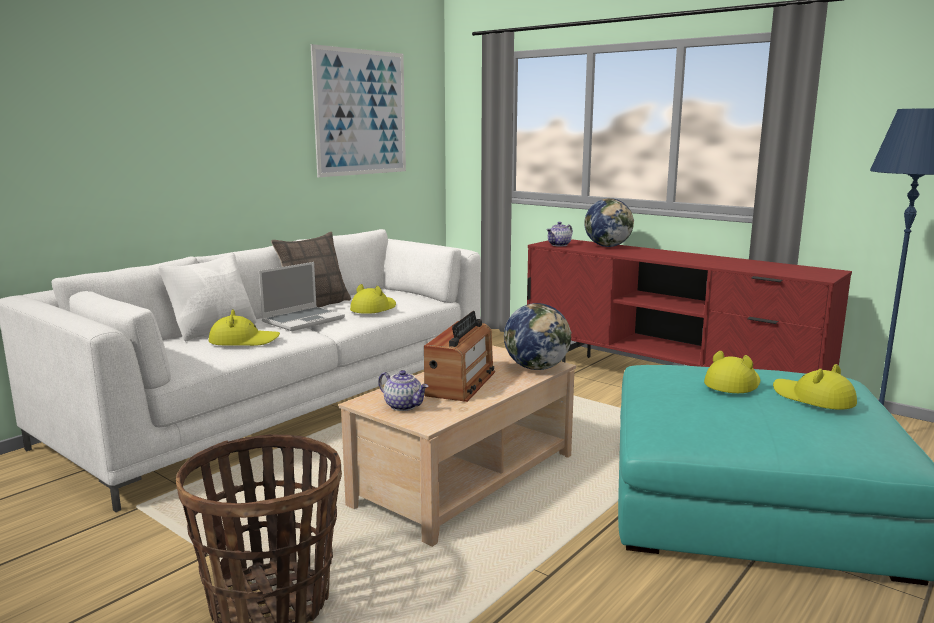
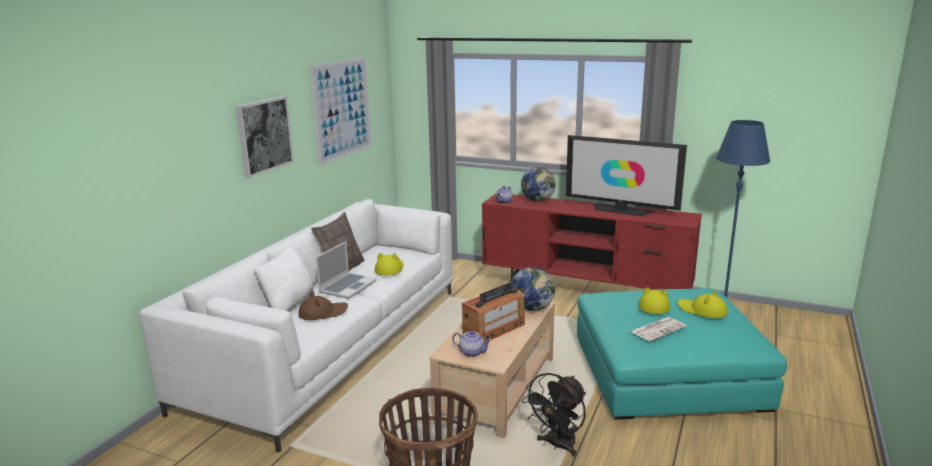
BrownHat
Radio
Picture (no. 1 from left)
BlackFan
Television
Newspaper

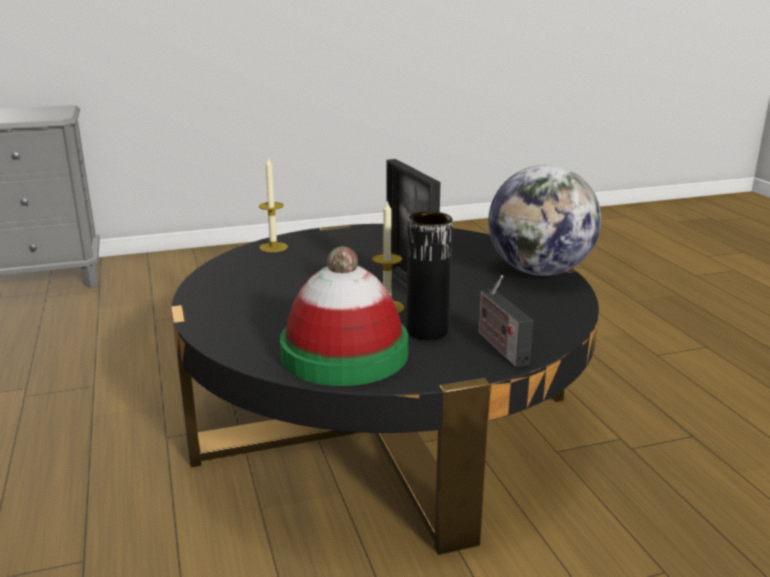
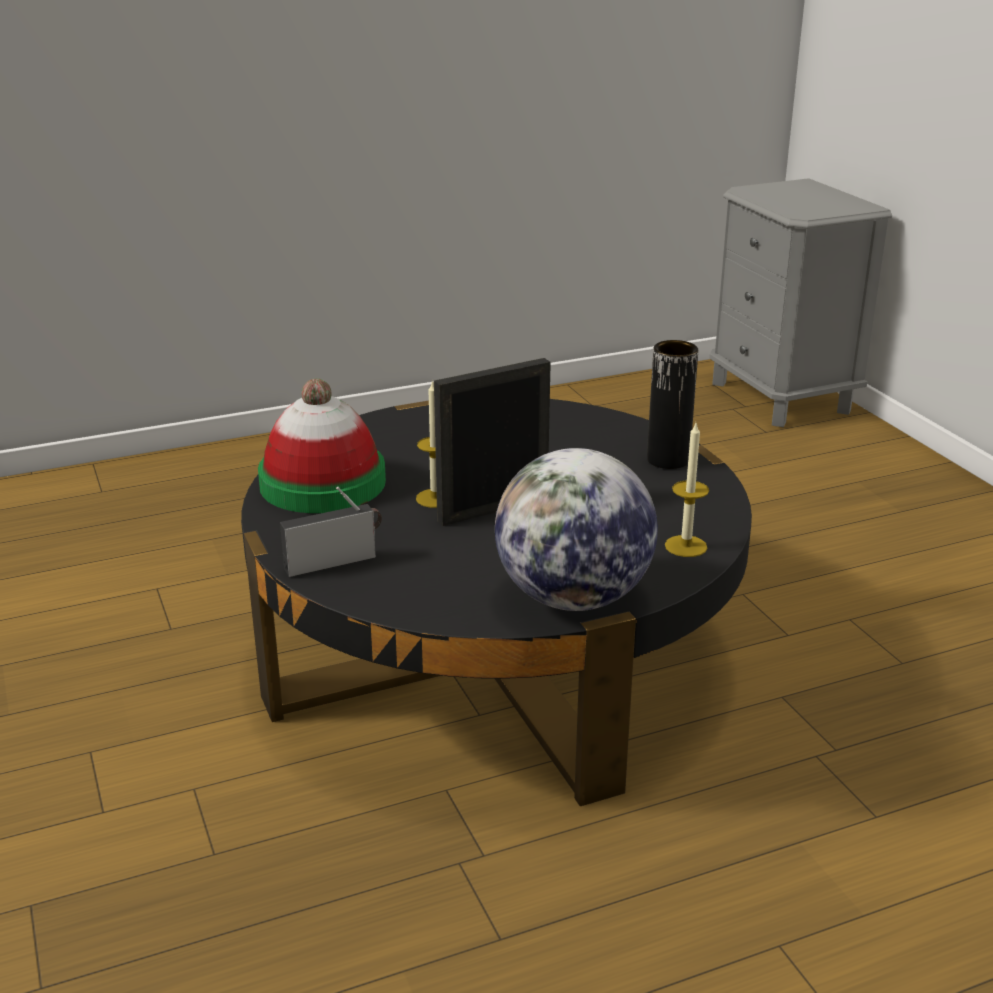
Candle (no. 2 from left)
BlackVase

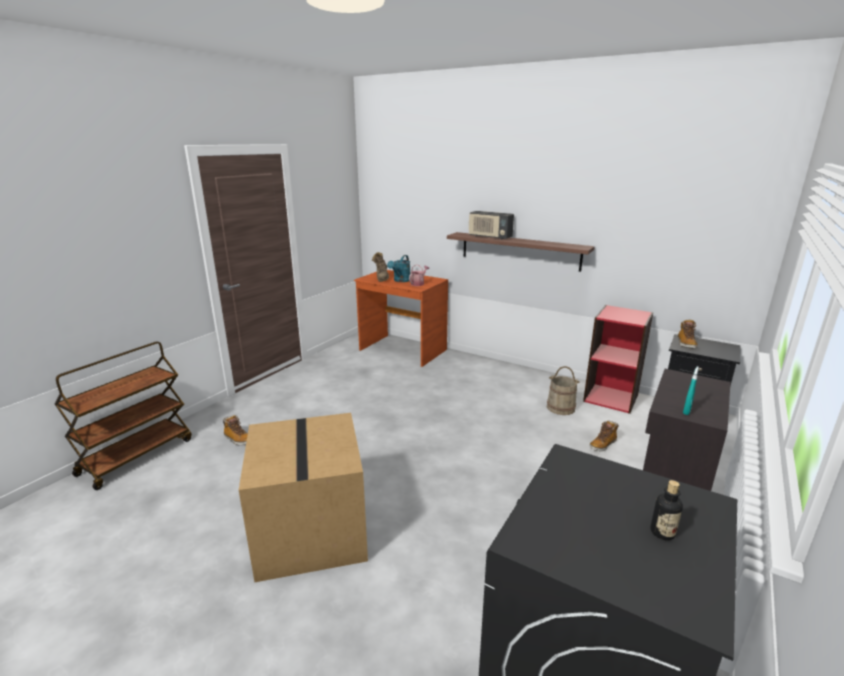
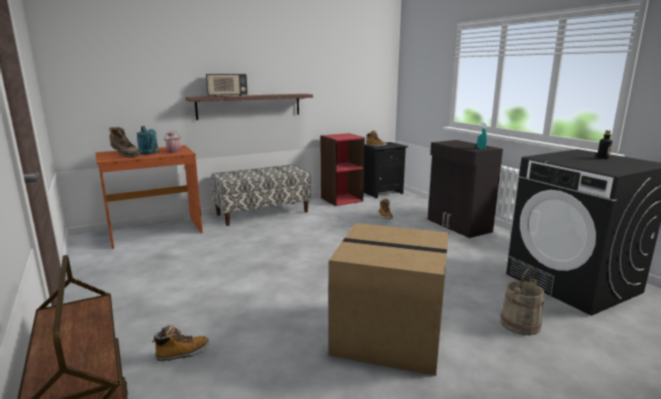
BeigeBucket
Bench

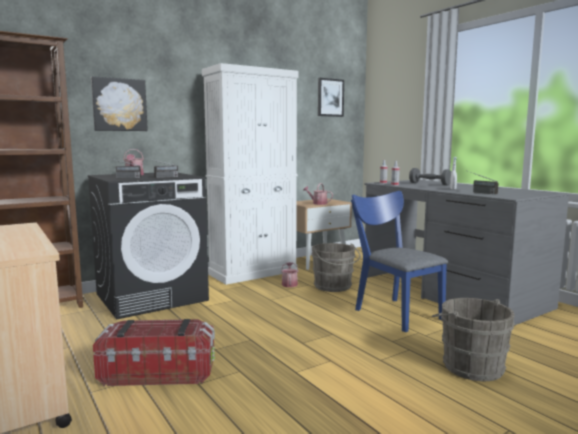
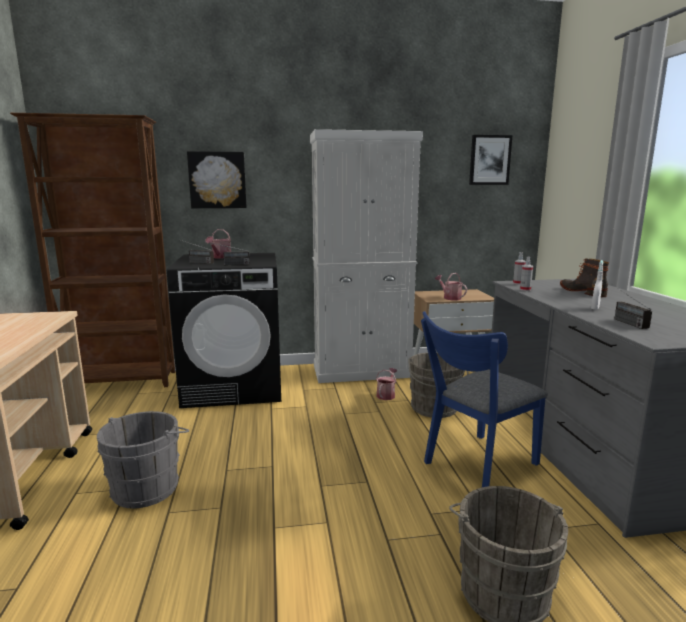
GreyBucket (no. 1 from left)
BlueChair
Boot

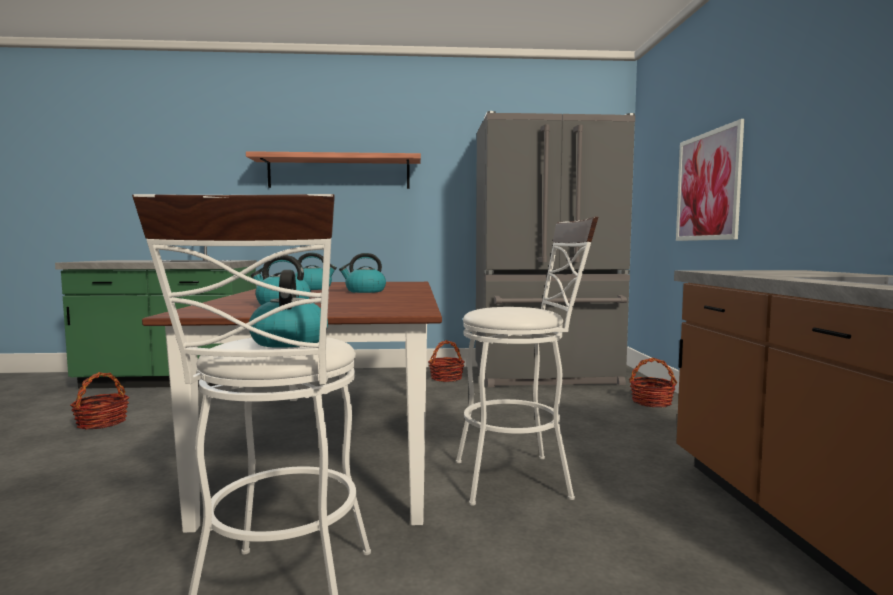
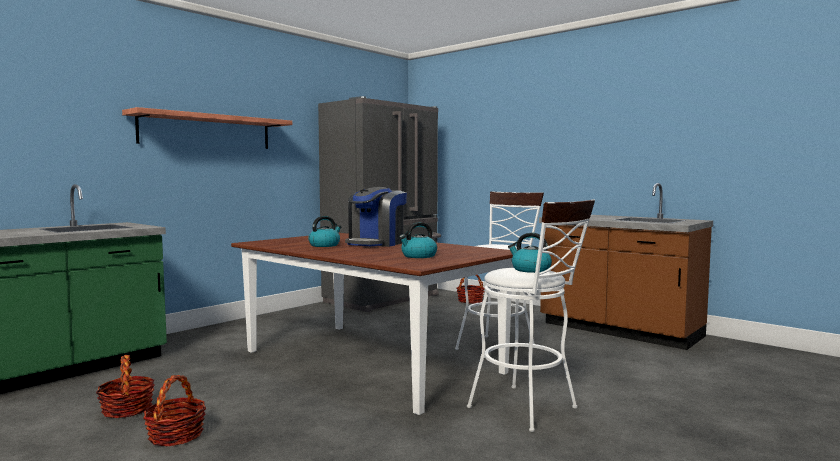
CoffeeMachine
Basket (no. 2 from left)
Picture

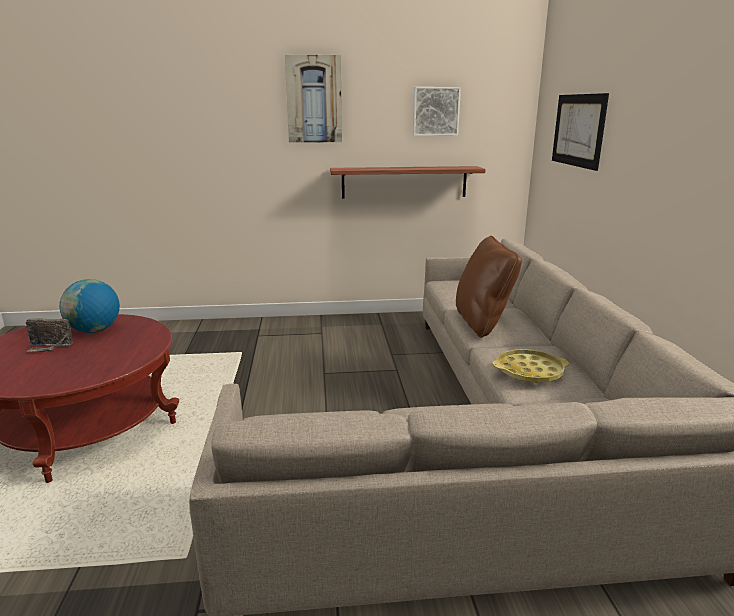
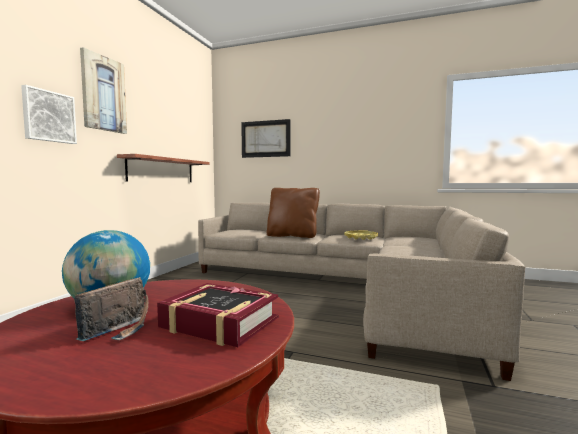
Picture (no. 1 from left)
Book

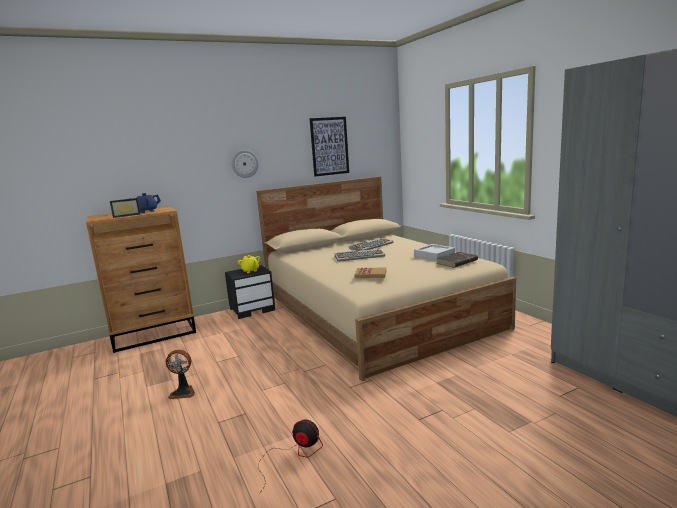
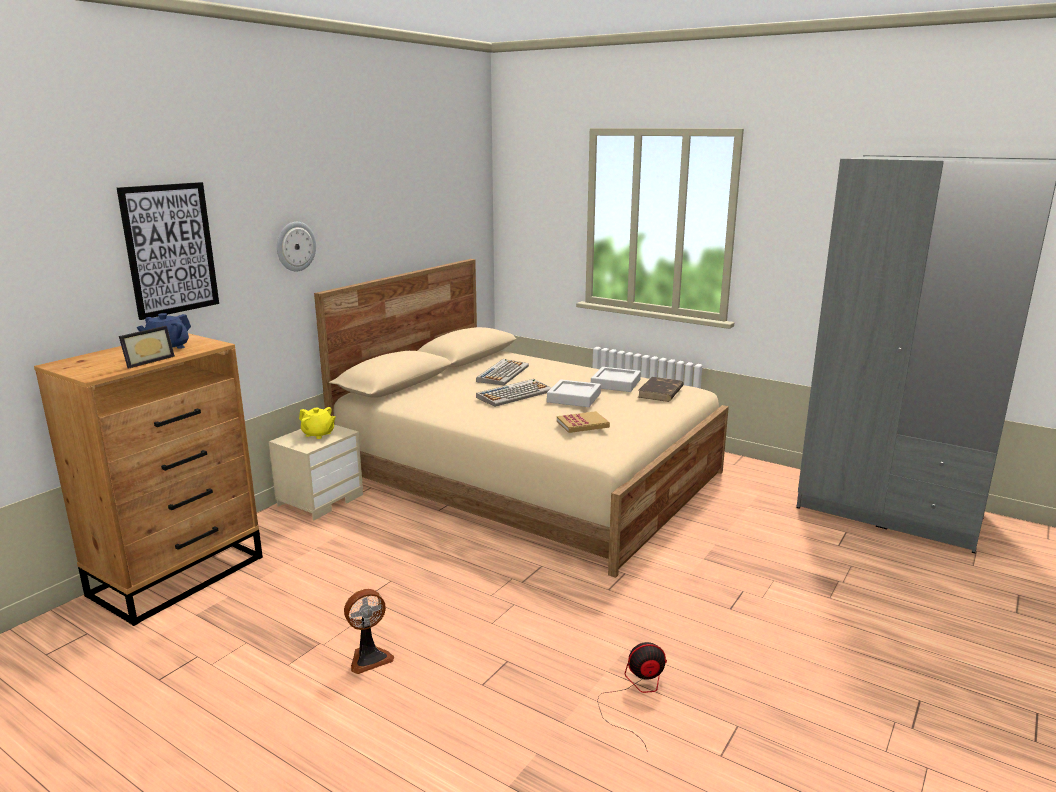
BeigeNightstand
Picture
GreyTray (no. 1 from left)

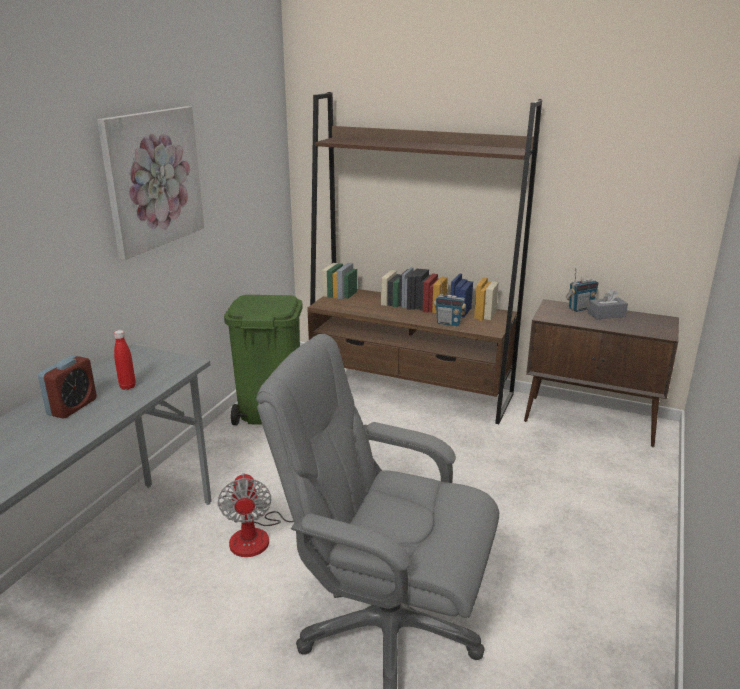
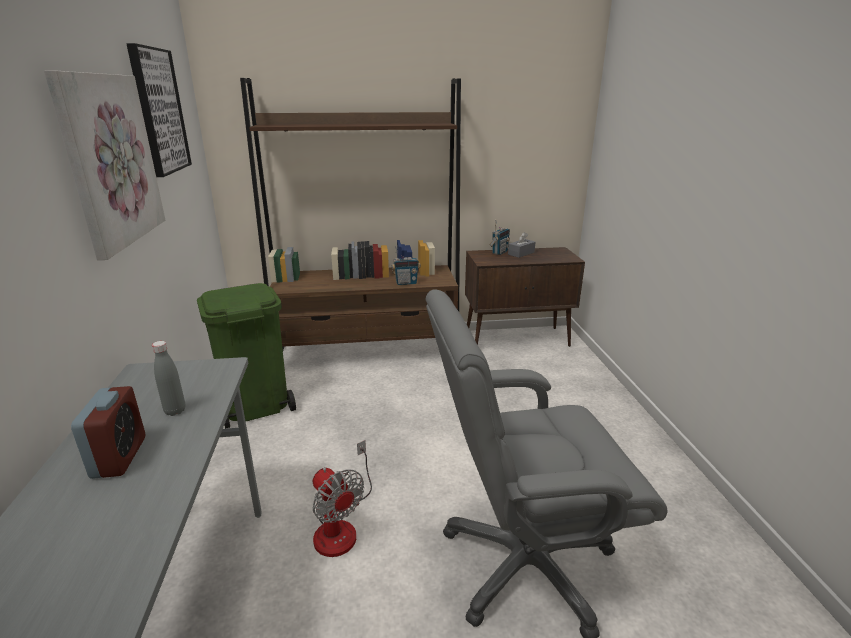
GreyBottle
Picture (no. 2 from left)

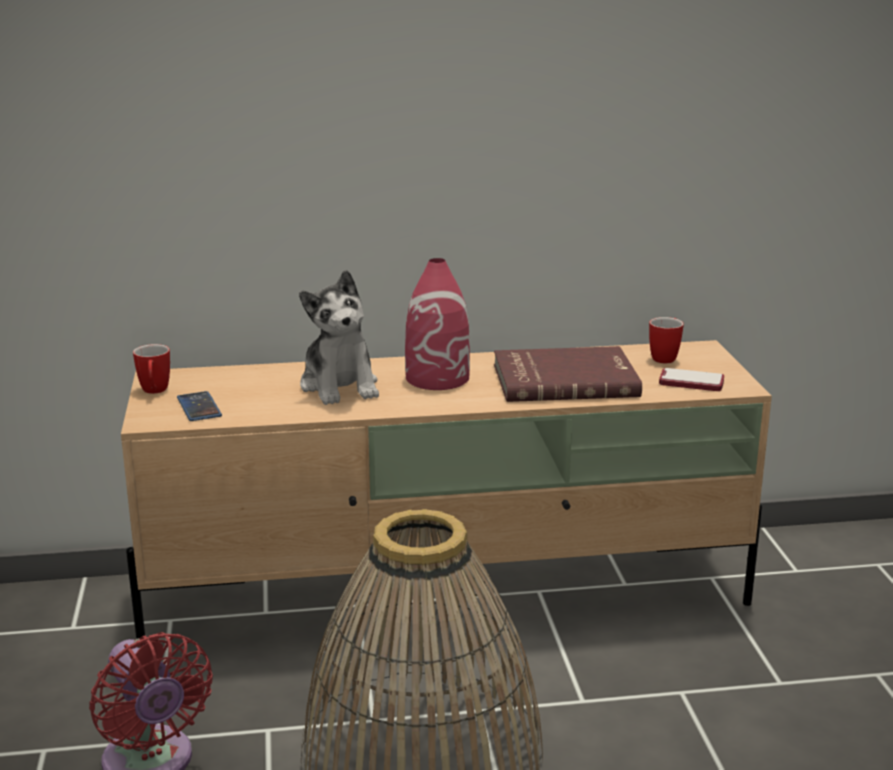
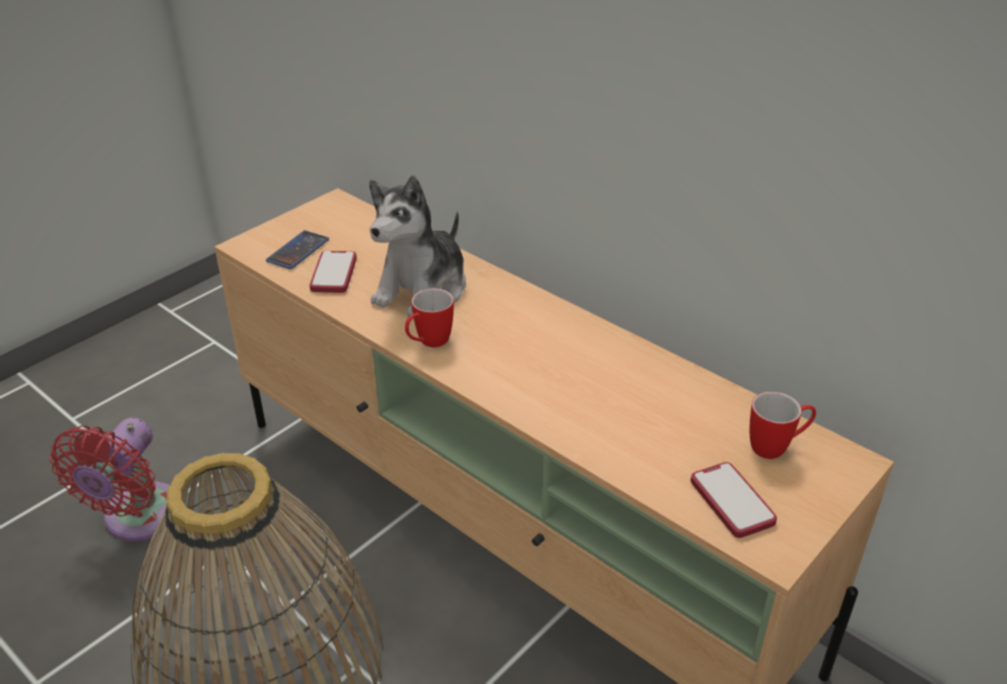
Mug (no. 1 from left)
RedVase
RedBook
Phone (no. 2 from left)

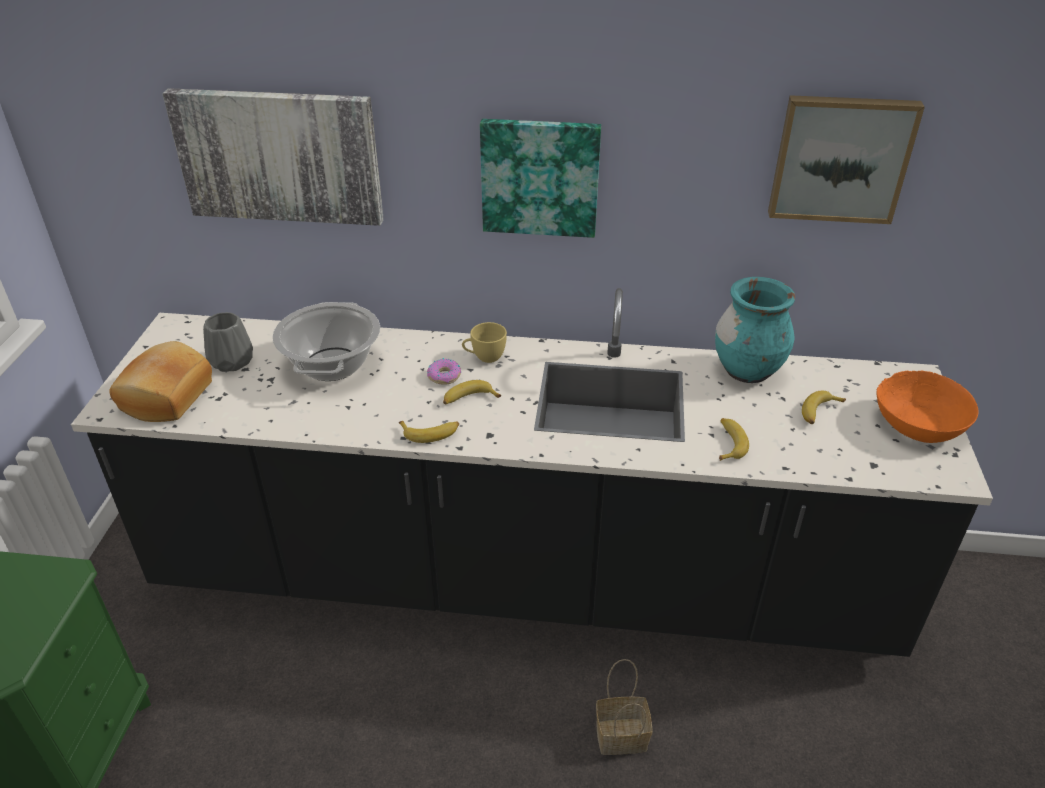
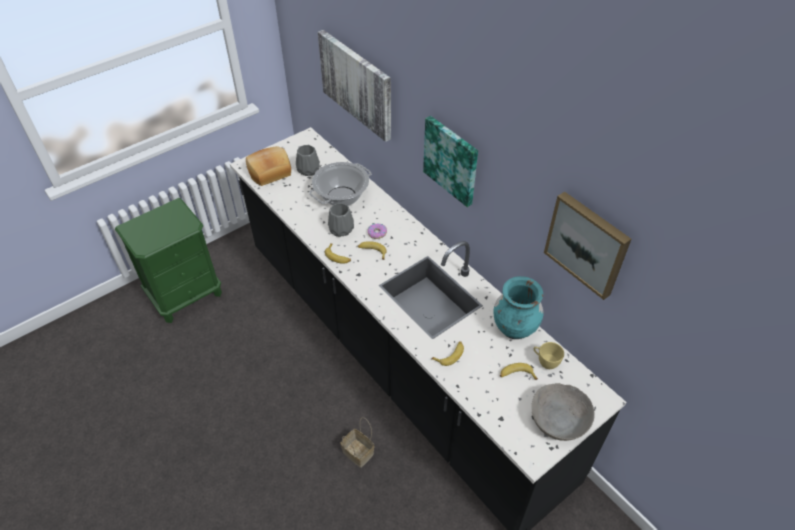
YellowCup
GreyBowl
GreyVase (no. 2 from left)

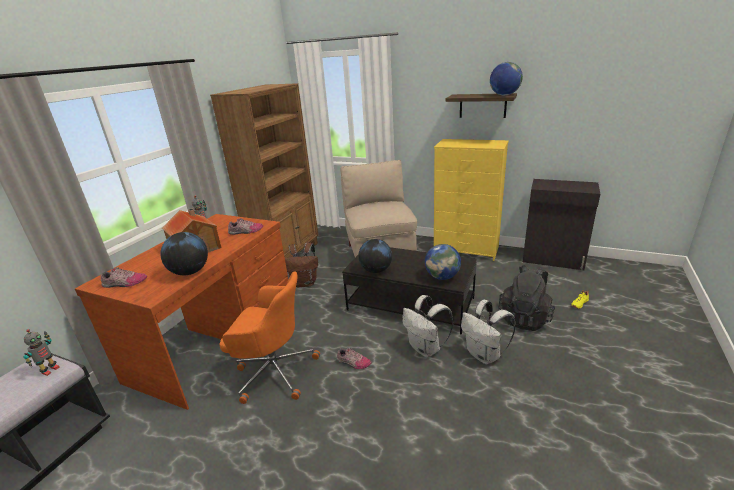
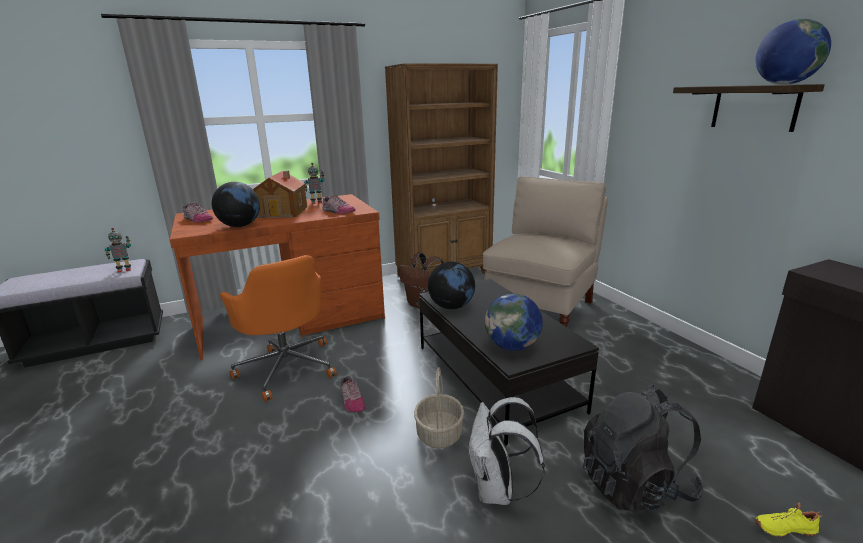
Basket
YellowDresser

